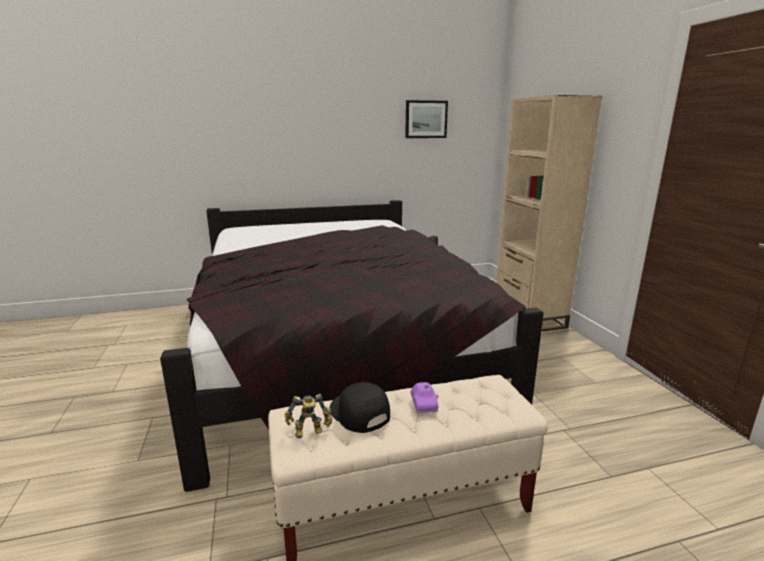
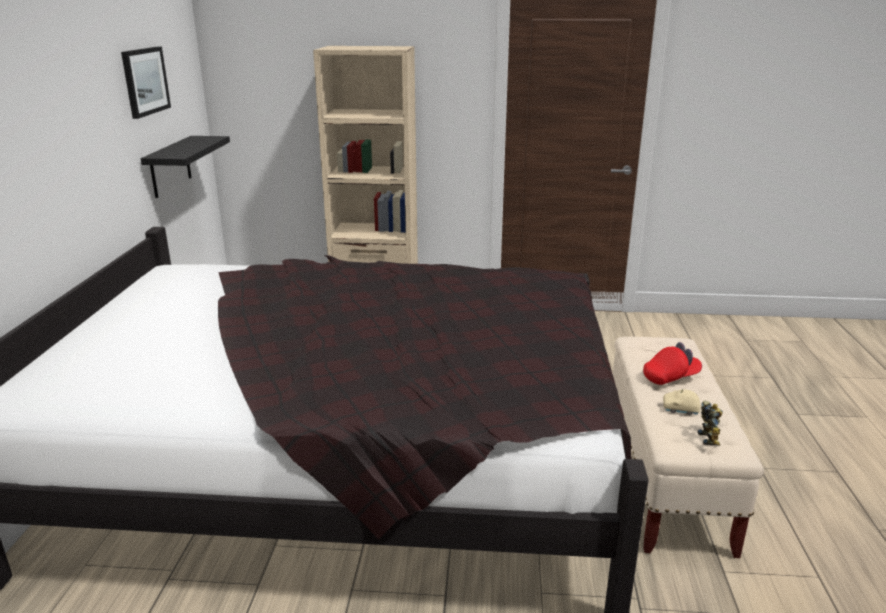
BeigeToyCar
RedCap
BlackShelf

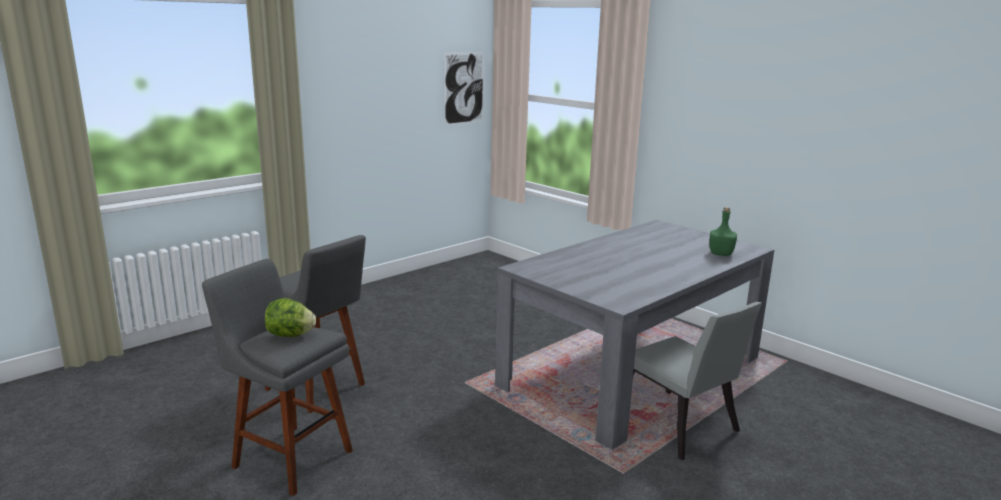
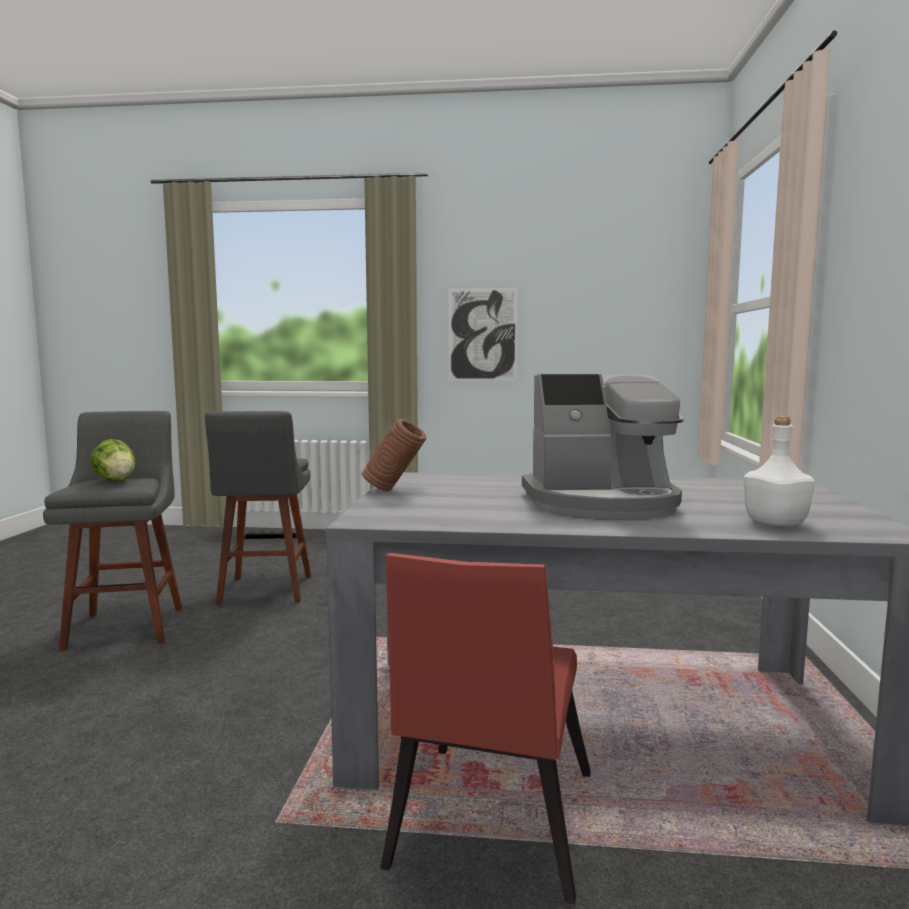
Picture
RedChair
WhiteBottle
BrownVase
CoffeeMachine

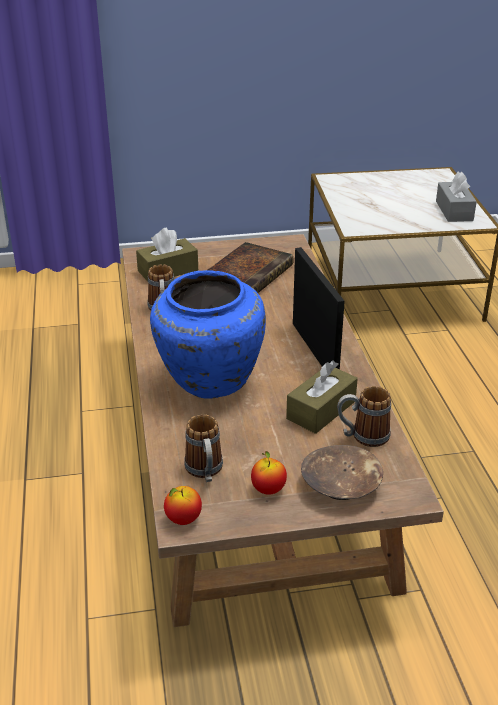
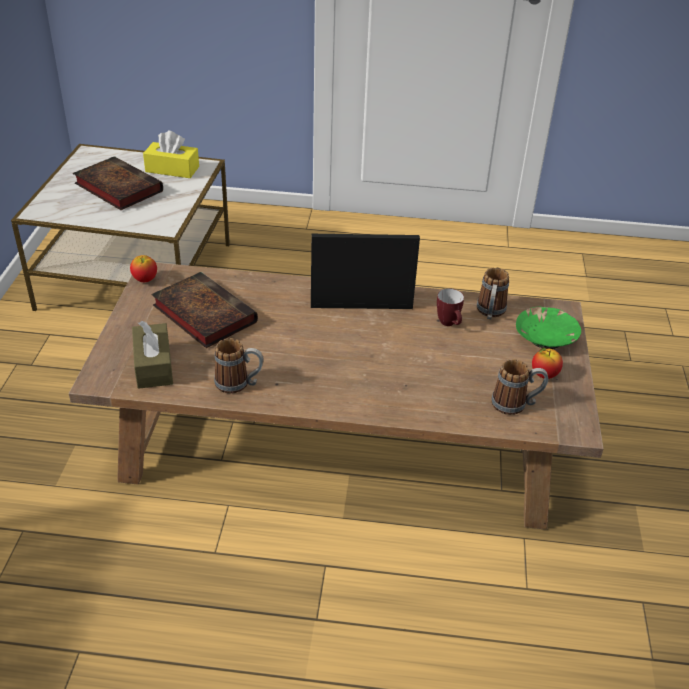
BlueVase
Apple (no. 1 from left)
Mug (no. 2 from left)
GreenBowl
YellowTissueBox
Book (no. 1 from left)

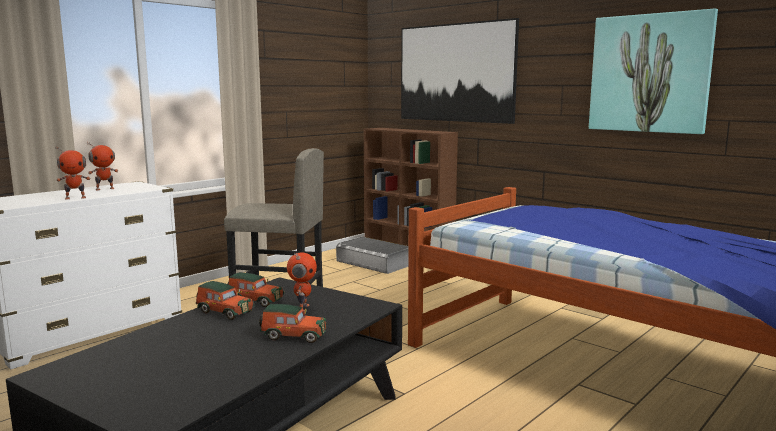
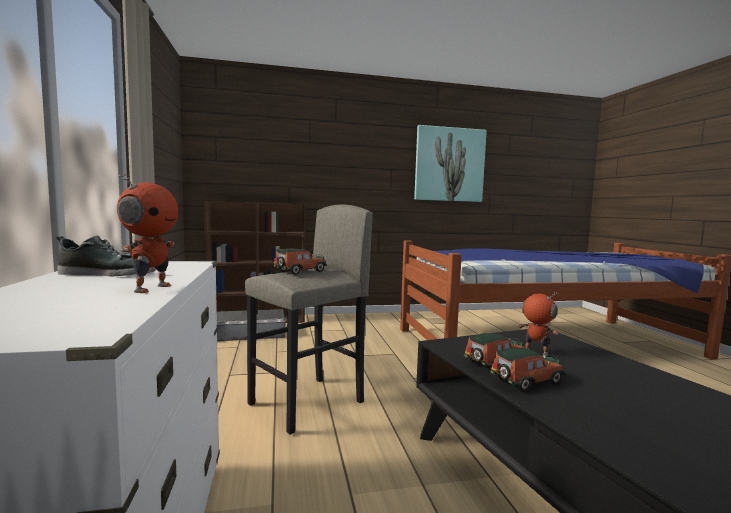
Shoe
ToyCar (no. 1 from left)
Picture (no. 1 from left in the first image)

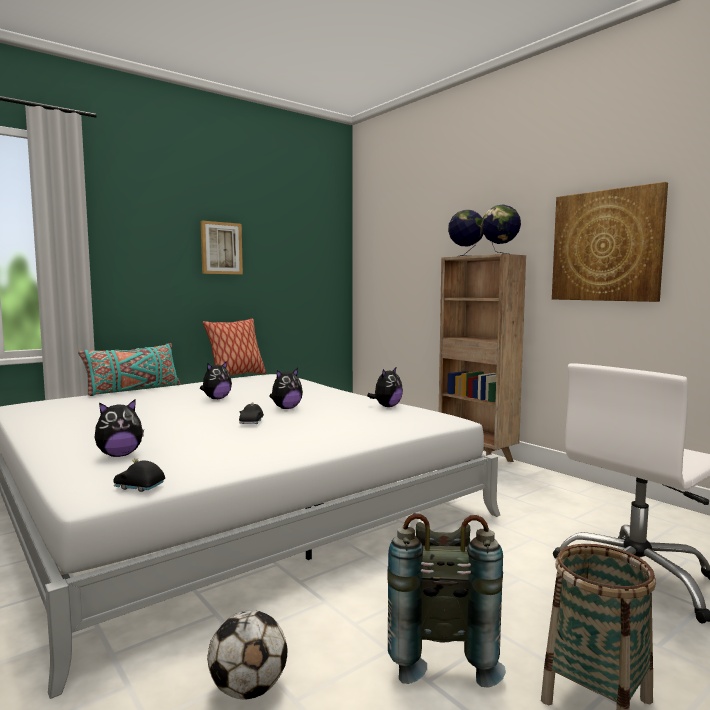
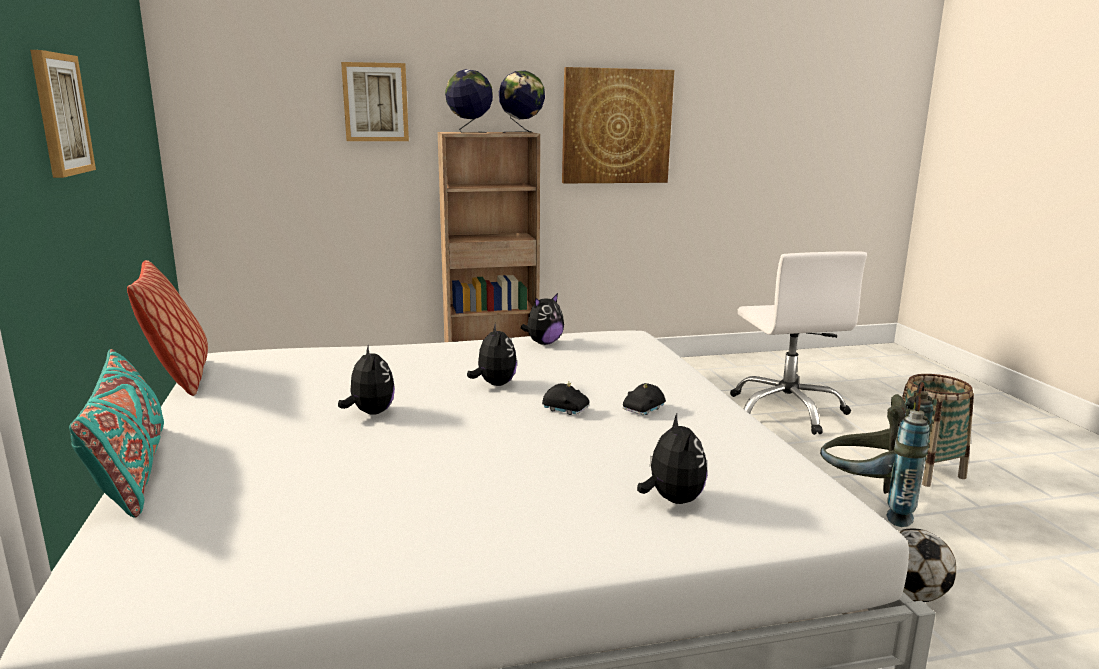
BlackToyCar (no. 2 from left)
PlushToy (no. 3 from left)
Picture (no. 2 from left)

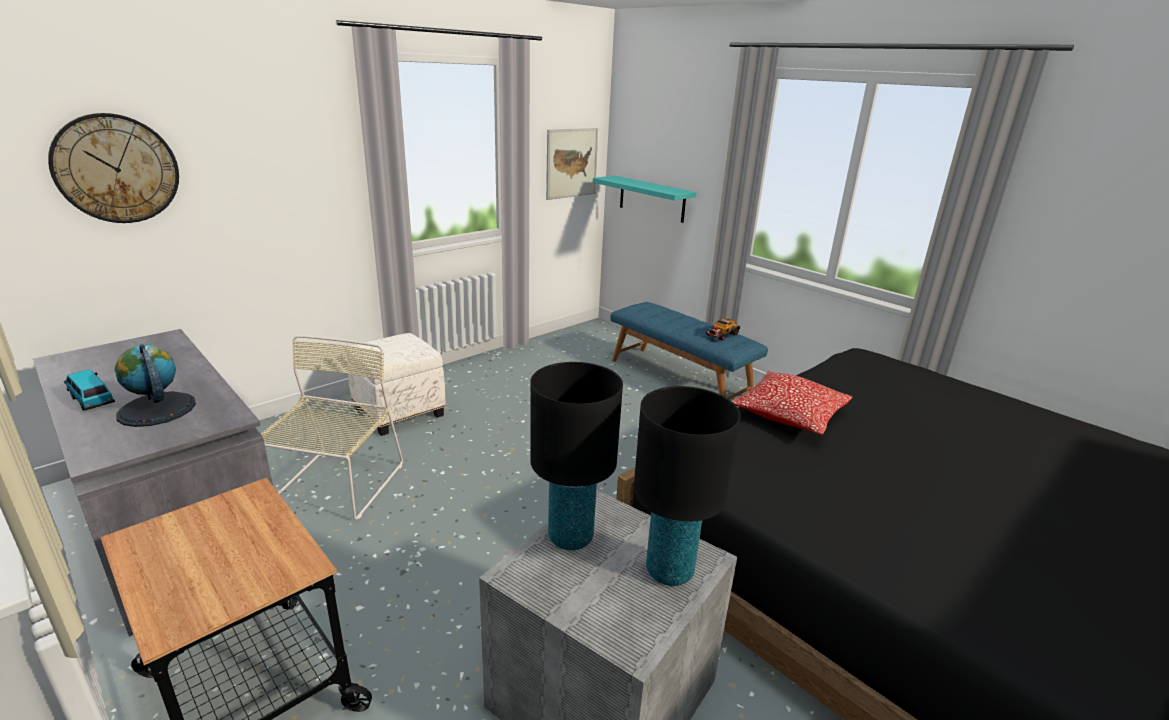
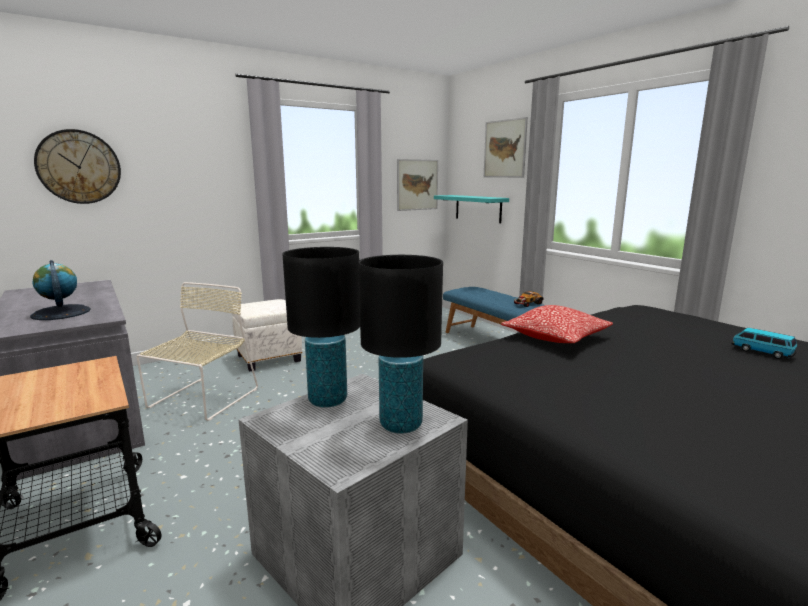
ToyCar (no. 2 from left)
Picture (no. 2 from left)

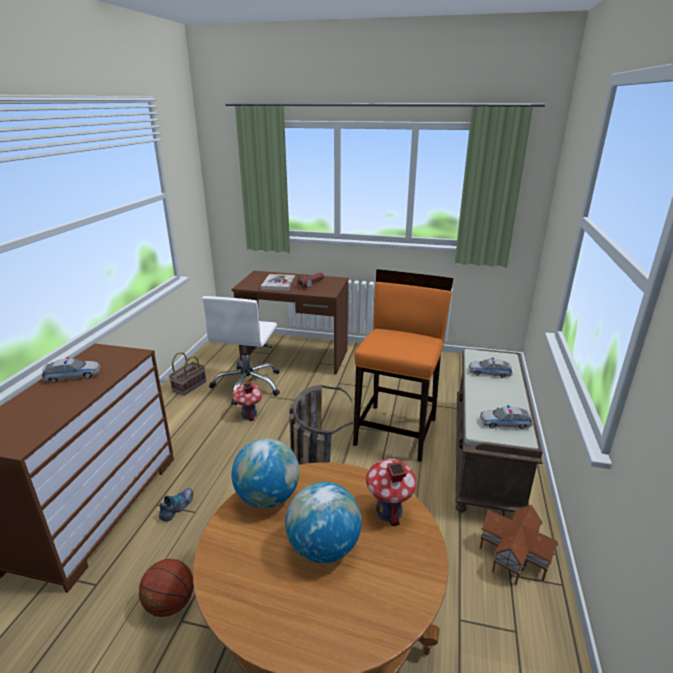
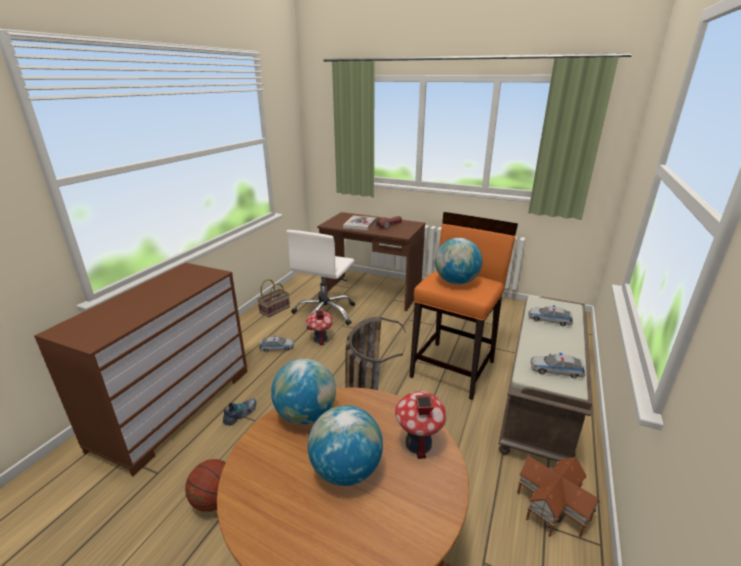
ToyCar (no. 1 from left)
Globe (no. 3 from left)

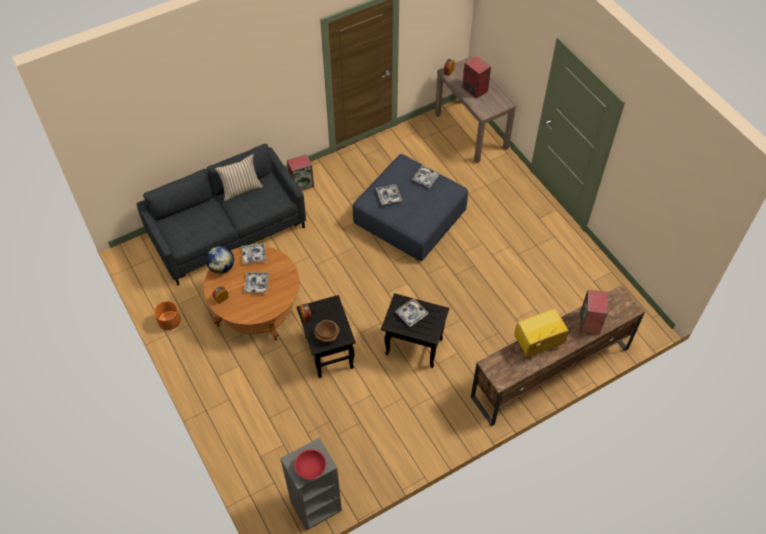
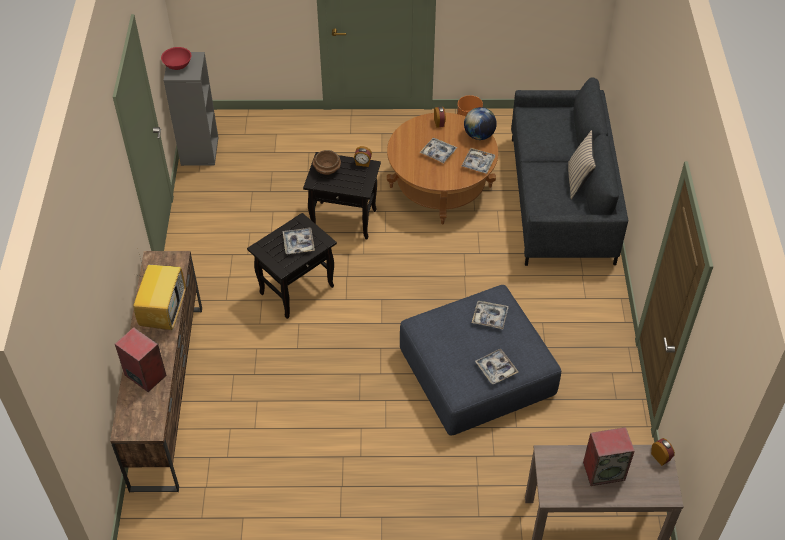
Speaker (no. 1 from left in the first image)

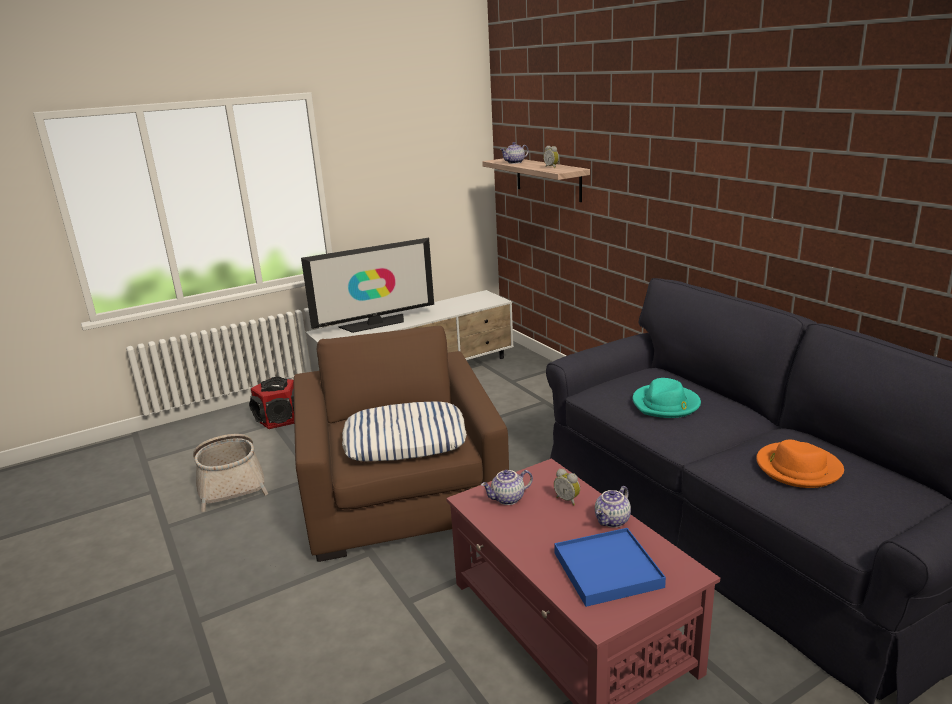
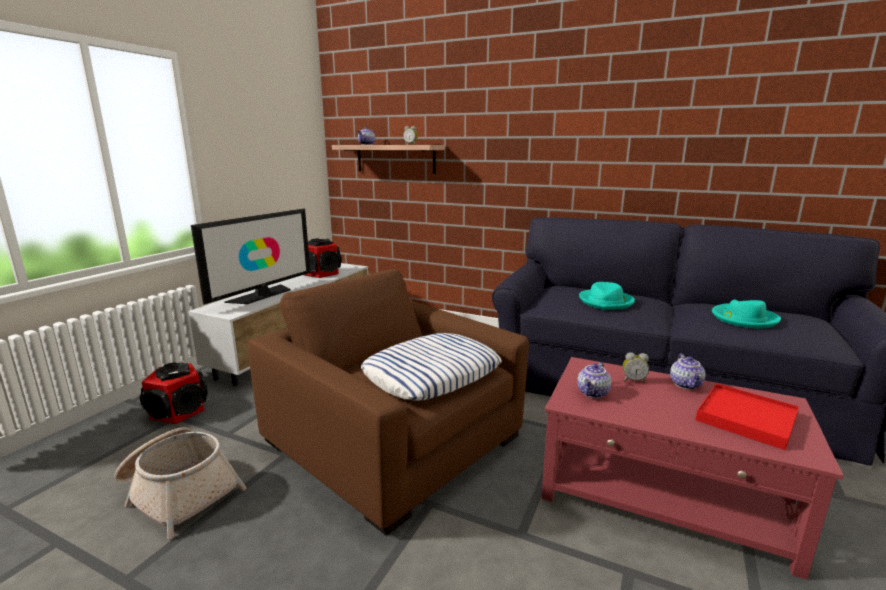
RedTray
TurquoiseHat (no. 2 from left)
Speaker (no. 2 from left)

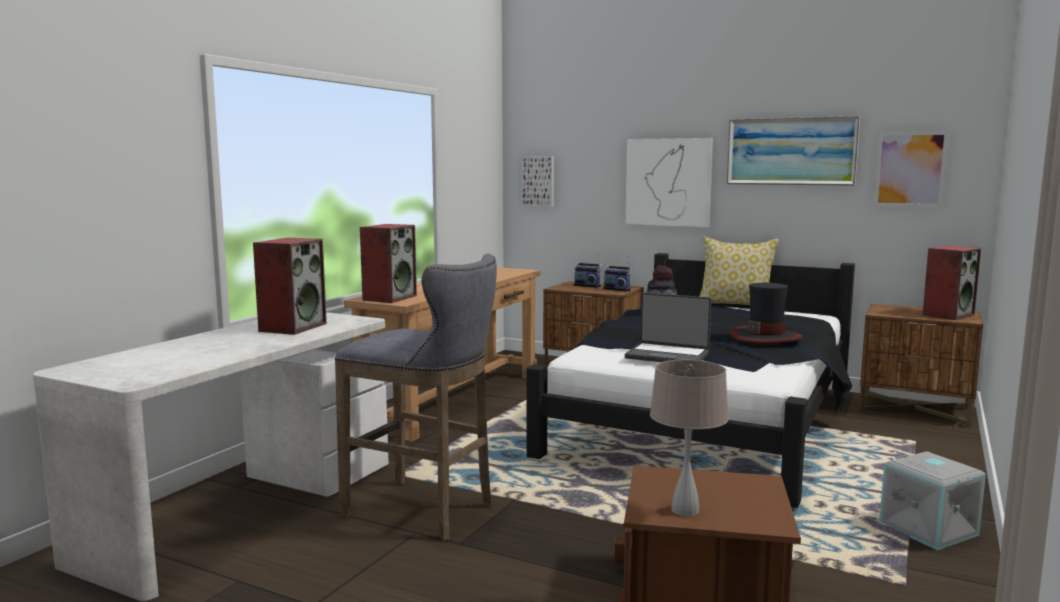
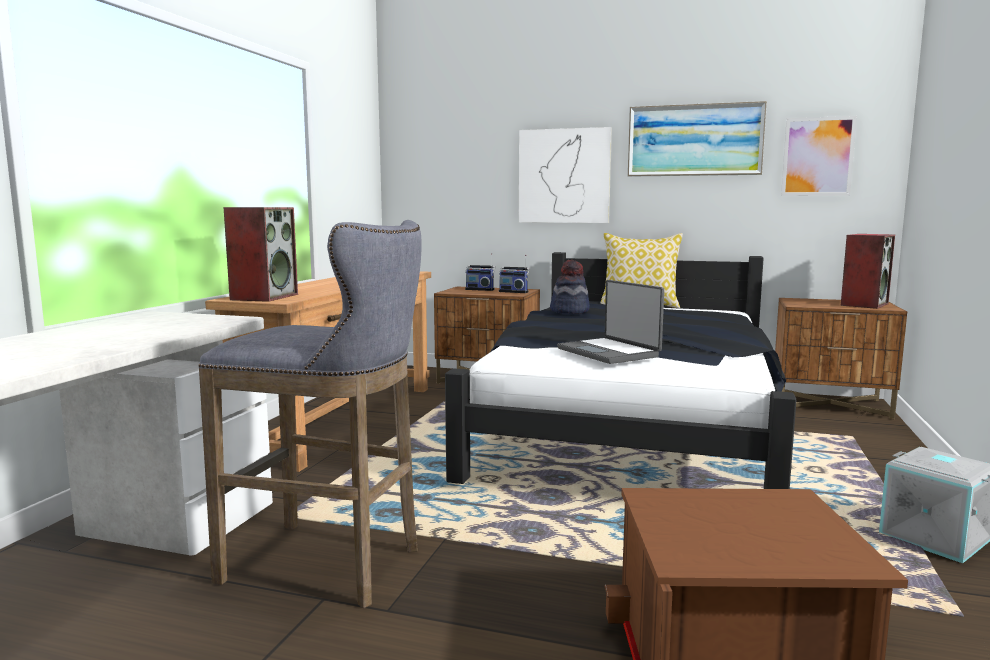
Speaker (no. 1 from left in the first image)
Picture (no. 1 from left in the first image)
Laptop
BeigeTableLamp
Hat (no. 2 from left in the first image)

